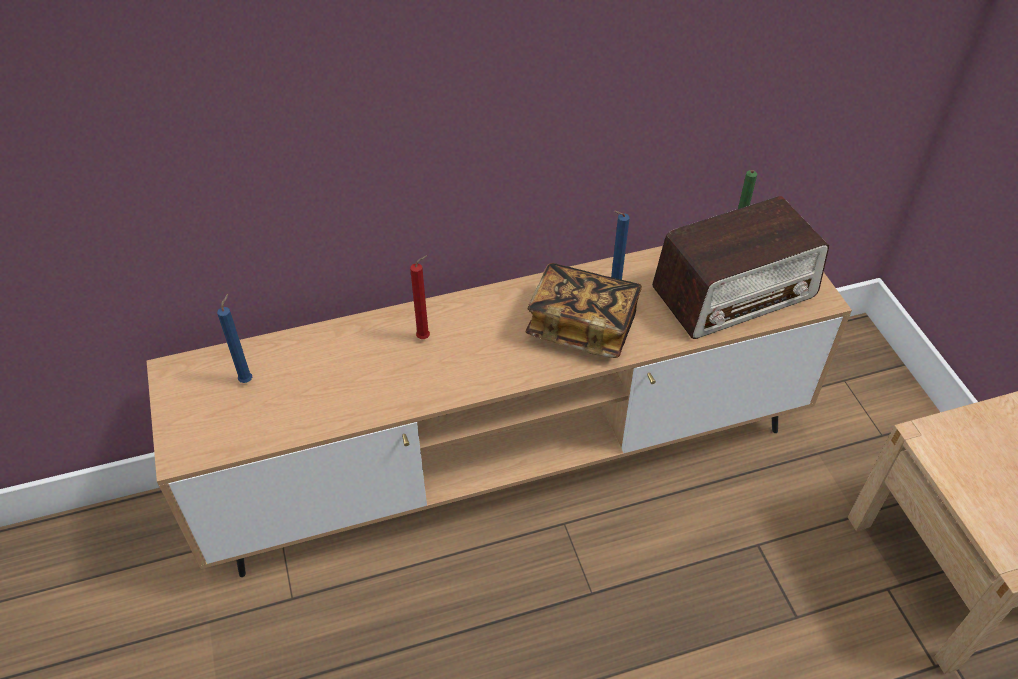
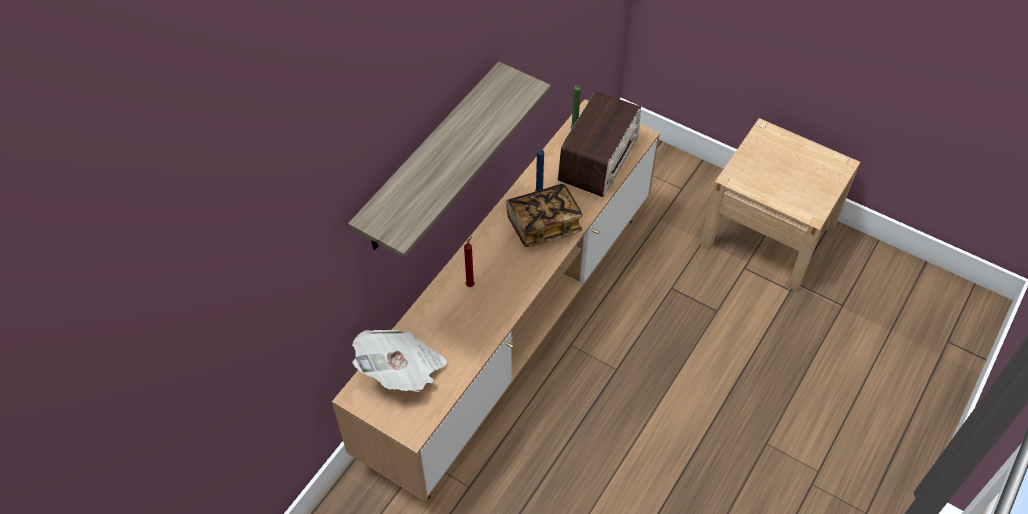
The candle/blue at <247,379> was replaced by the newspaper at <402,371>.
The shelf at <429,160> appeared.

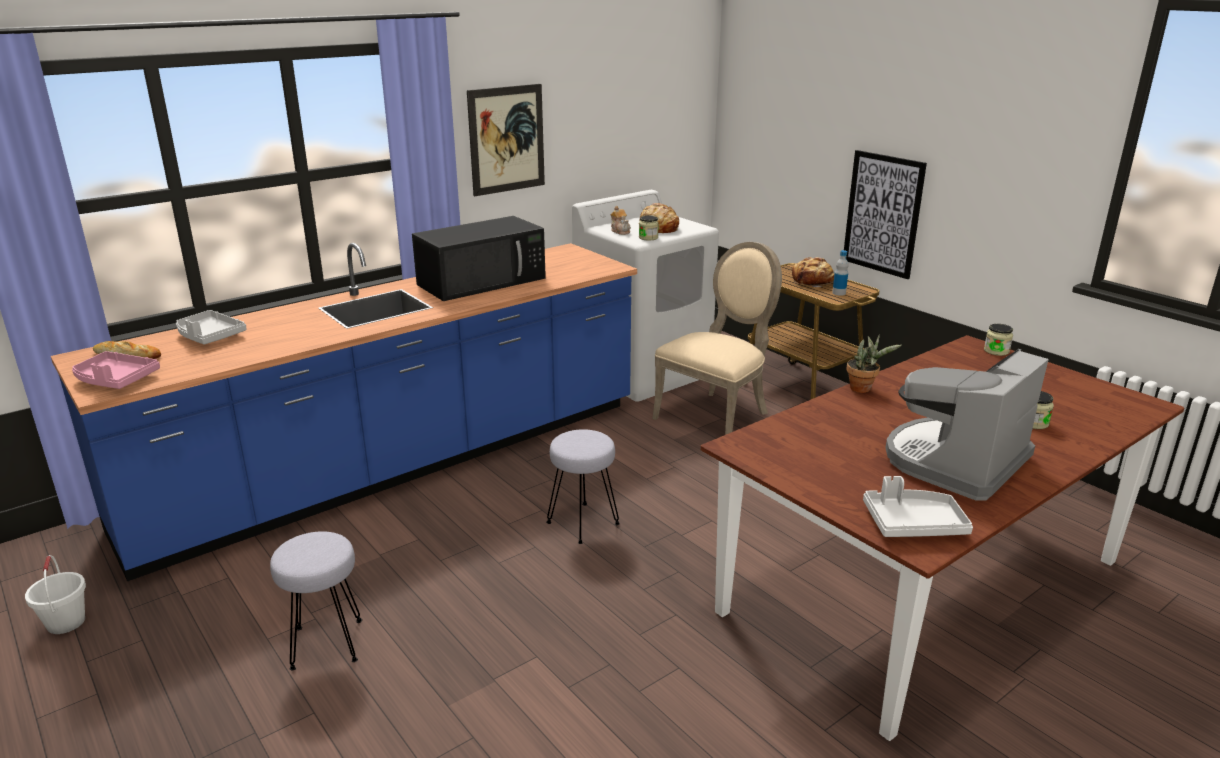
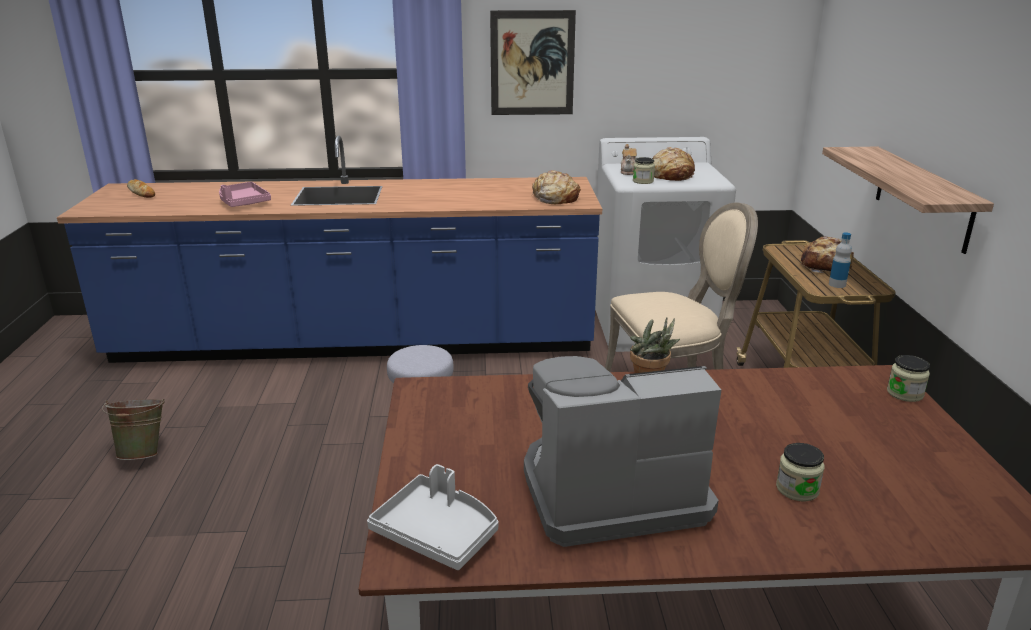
The bucket/white at <65,622> disappeared.
The tray/pink moved from <115,380> to <243,202>.
The tray/grey at <209,336> disappeared.
The stool/grey at <327,643> was replaced by the bucket/green at <144,453>.
The microwave/black at <483,281> disappeared.
The picture at <883,214> was replaced by the shelf at <923,197>.
The bread at <554,198> appeared.

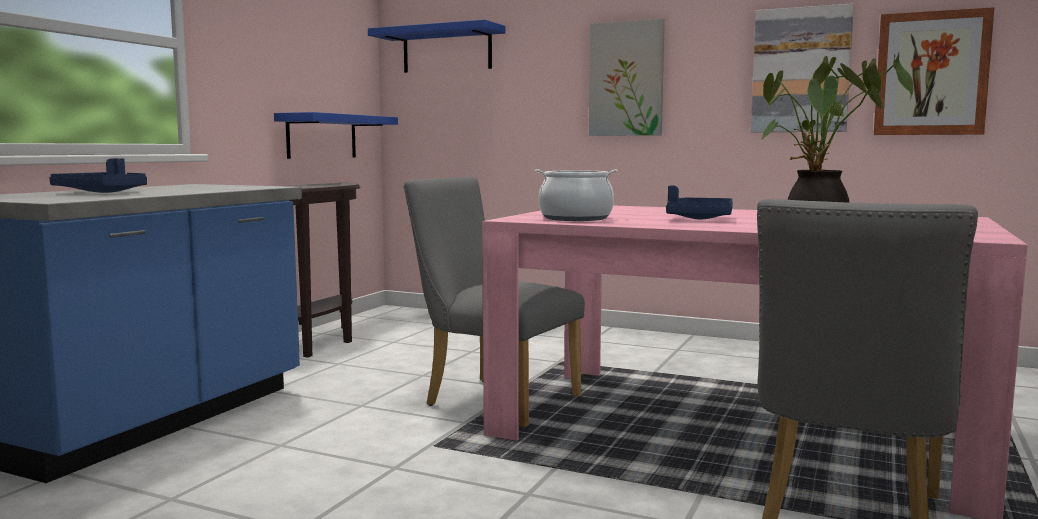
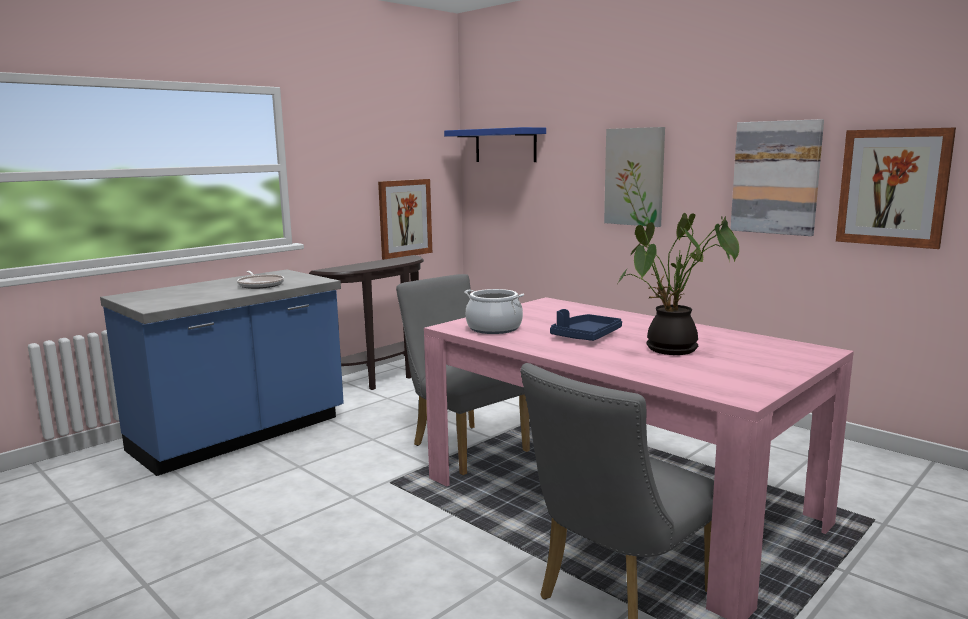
The tray/blue at <104,192> disappeared.
The shelf/blue at <322,136> was replaced by the picture at <405,218>.
The frying pan at <260,285> appeared.

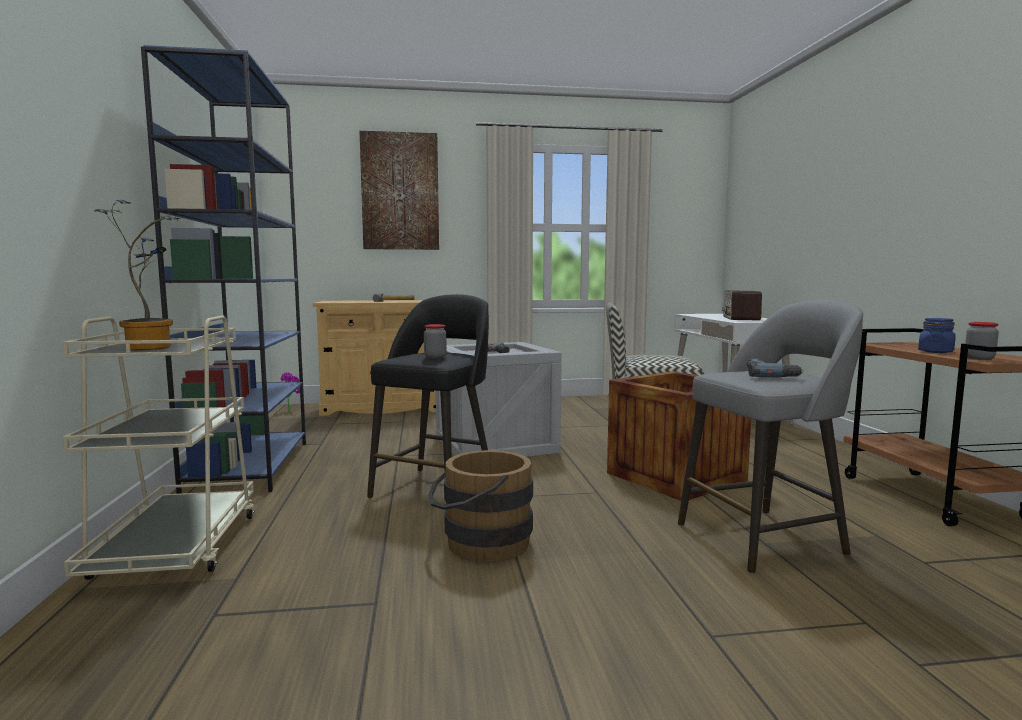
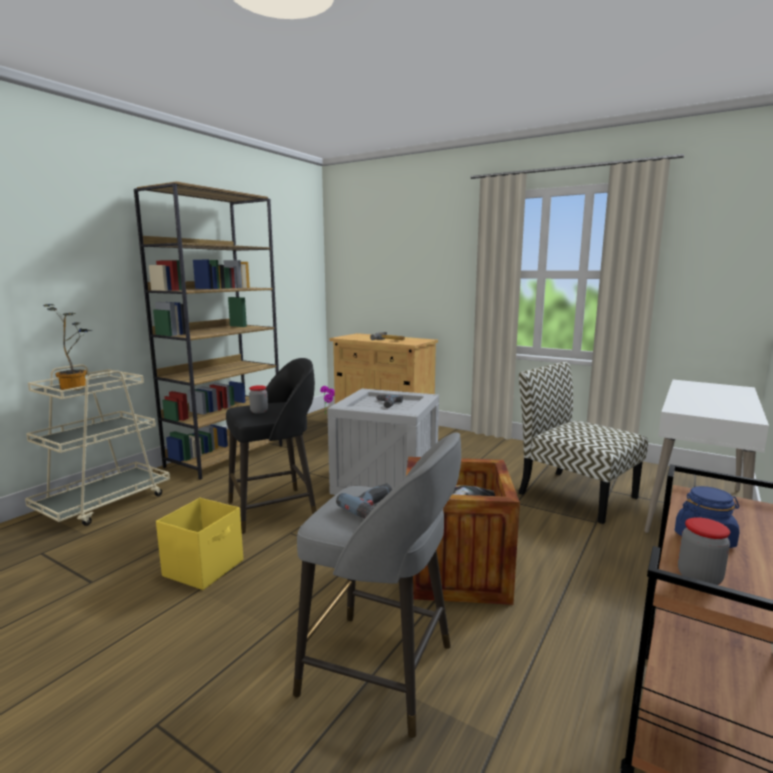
The bookcase/blue at <249,466> became the bookcase/brown at <226,456>.
The picture at <400,191> disappeared.
The bucket/brown at <480,545> was replaced by the storage box/yellow at <205,568>.
The radio at <741,318> disappeared.

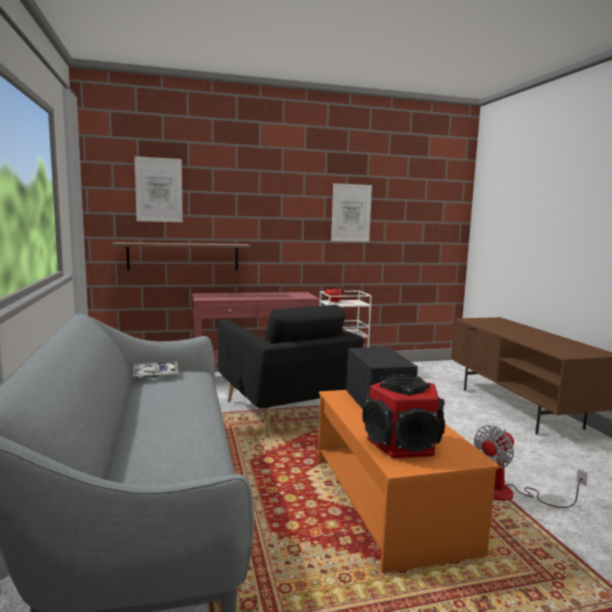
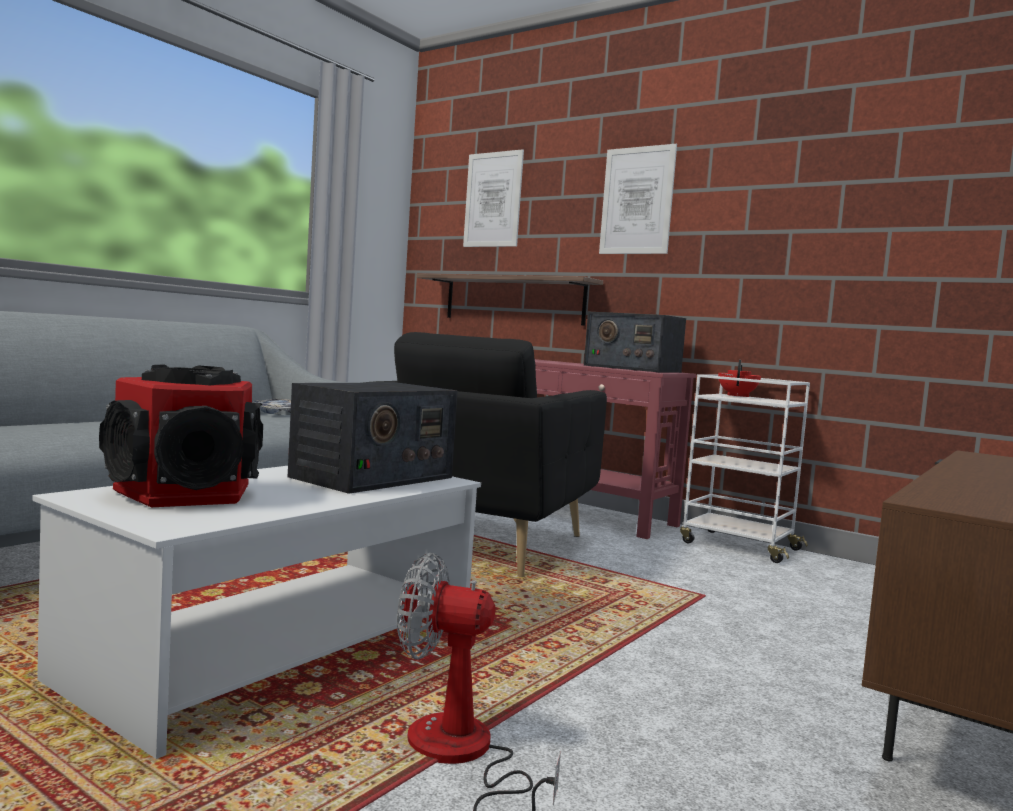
The coffee table/orange at <388,501> became the coffee table/white at <280,652>.
The picture moved from <351,213> to <637,200>.
The radio at <631,369> appeared.

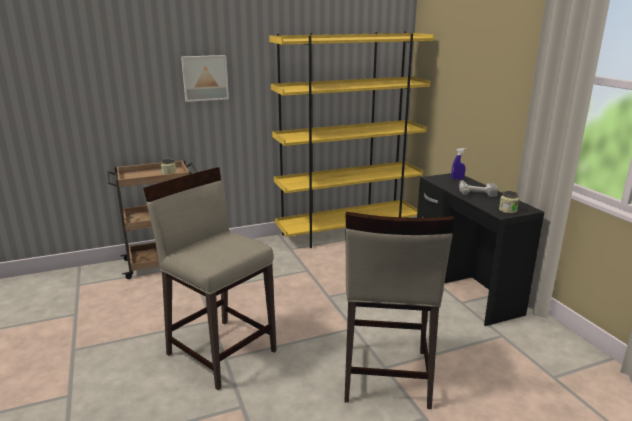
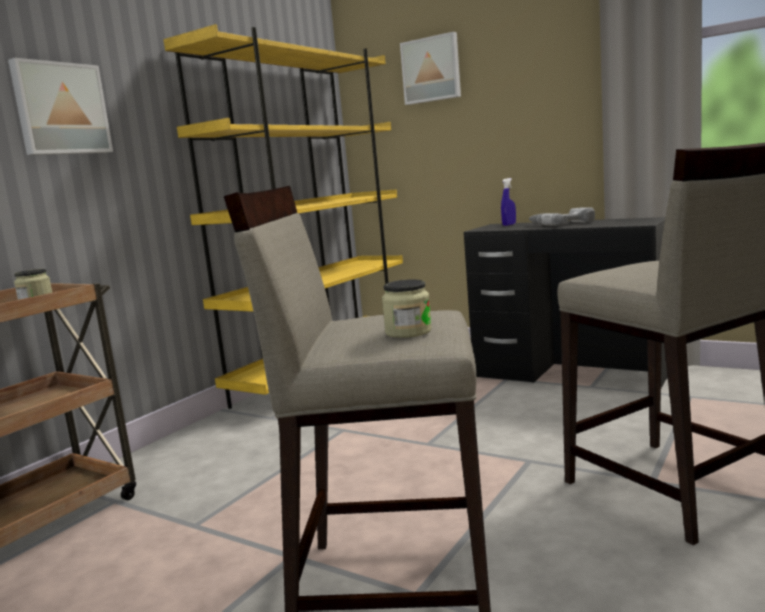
The jar moved from <507,210> to <408,332>.
The picture at <431,69> appeared.

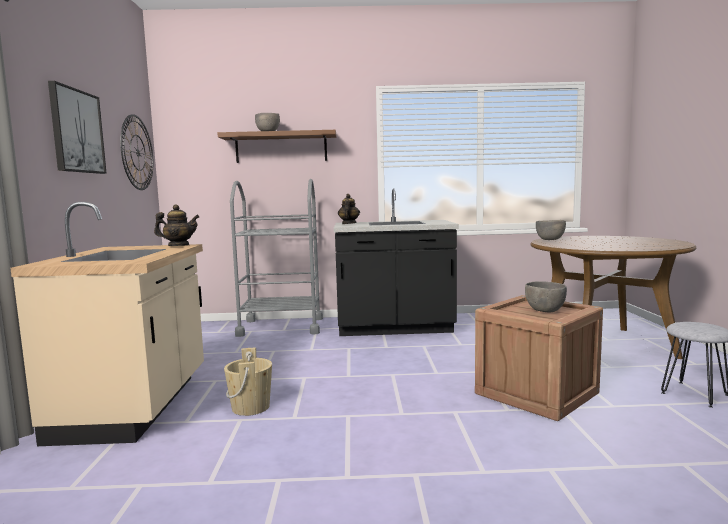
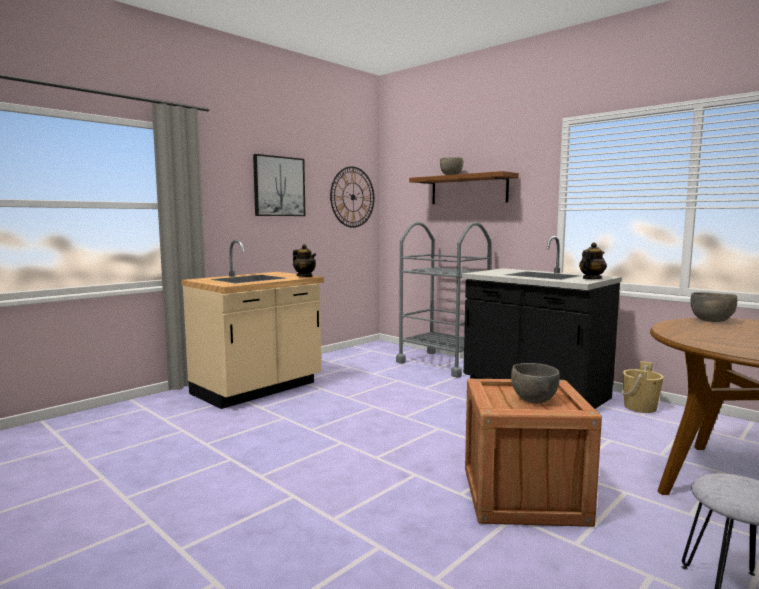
The bucket/beige moved from <250,407> to <640,407>.
The teapot moved from <348,223> to <591,279>.

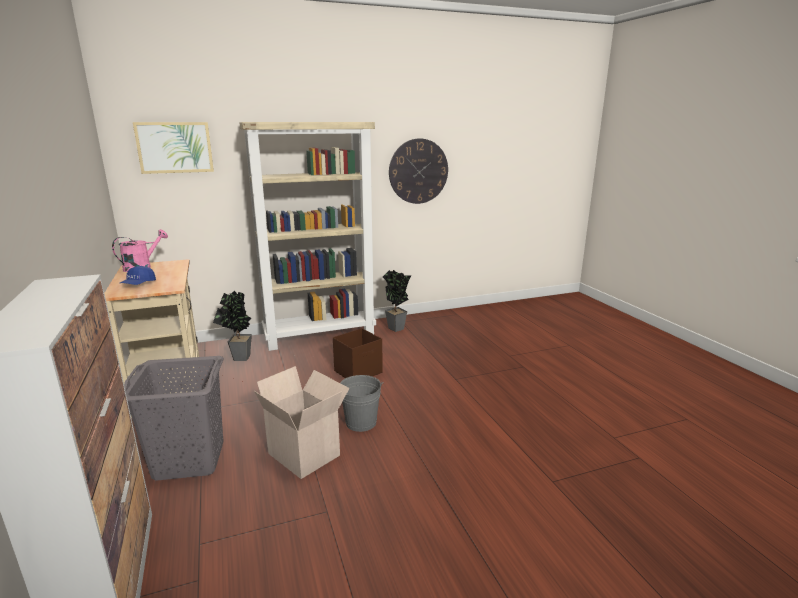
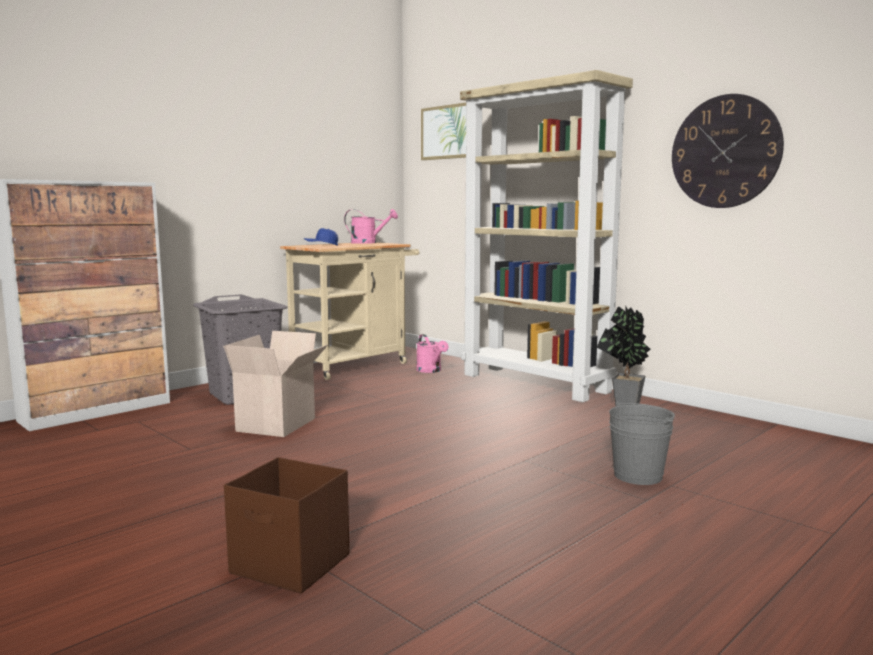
The potted plant at <239,359> was replaced by the watering can/pink at <431,371>.
The storage box/brown moved from <359,372> to <291,565>.
The bucket/grey moved from <361,422> to <638,475>.

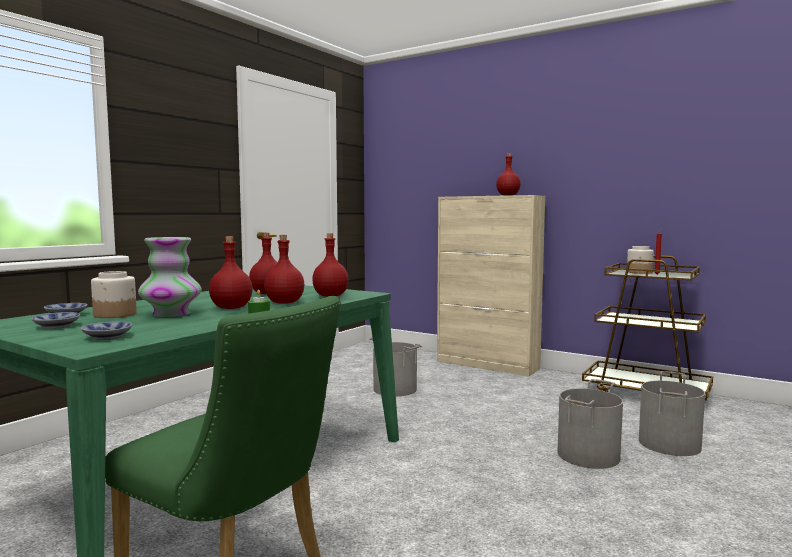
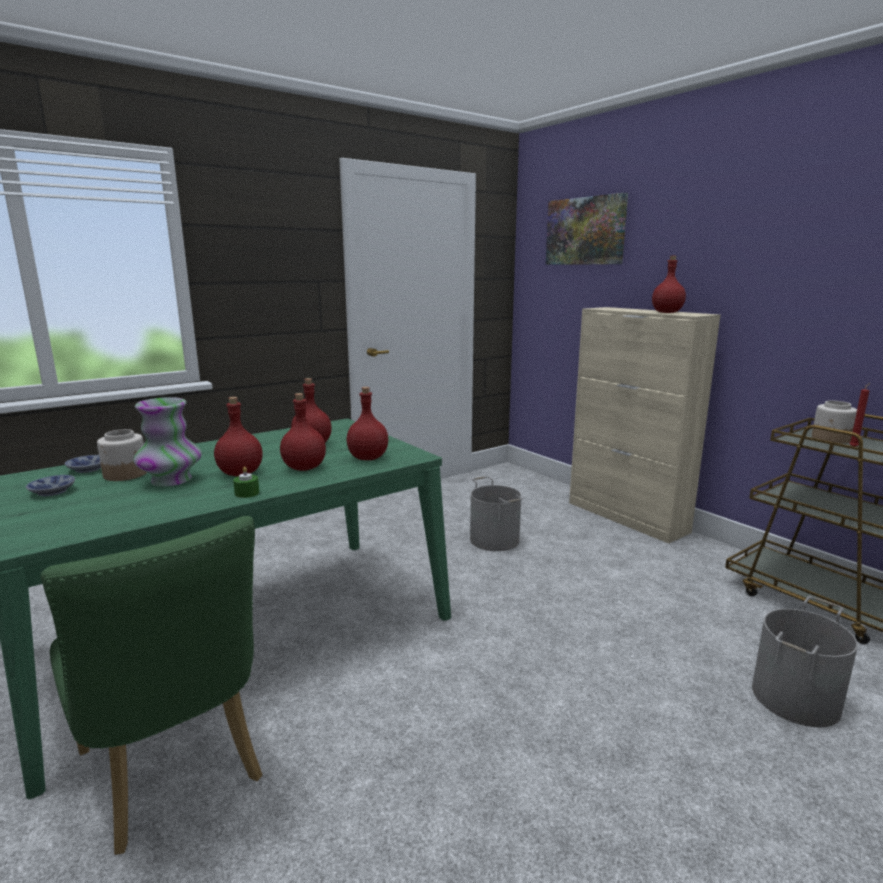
The bowl at <106,337> disappeared.
The bucket/grey at <589,455> disappeared.
The picture at <585,231> appeared.

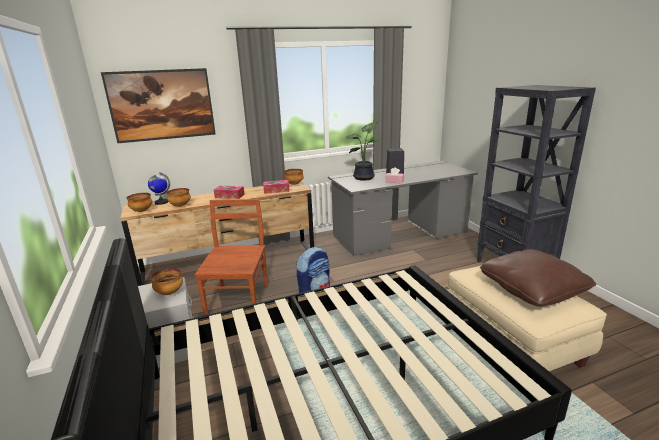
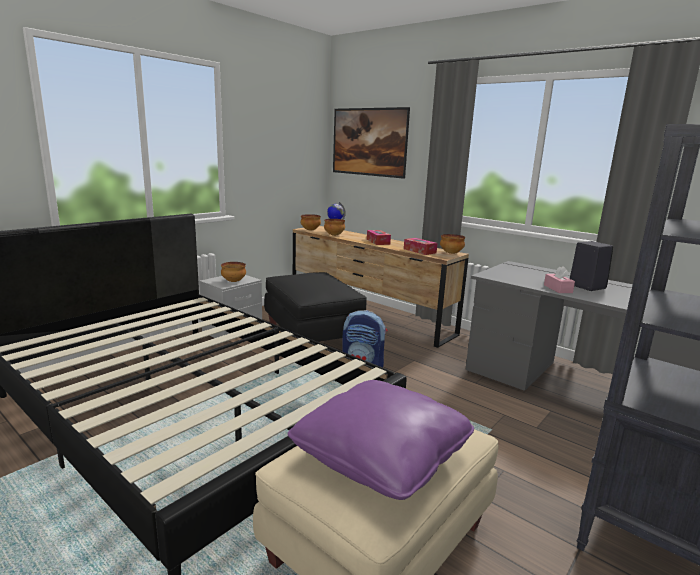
The chair/brown at <239,300> was replaced by the ottoman/black at <313,335>.
The potted plant at <365,178> disappeared.
The pillow/brown at <532,289> became the pillow/purple at <381,456>.

